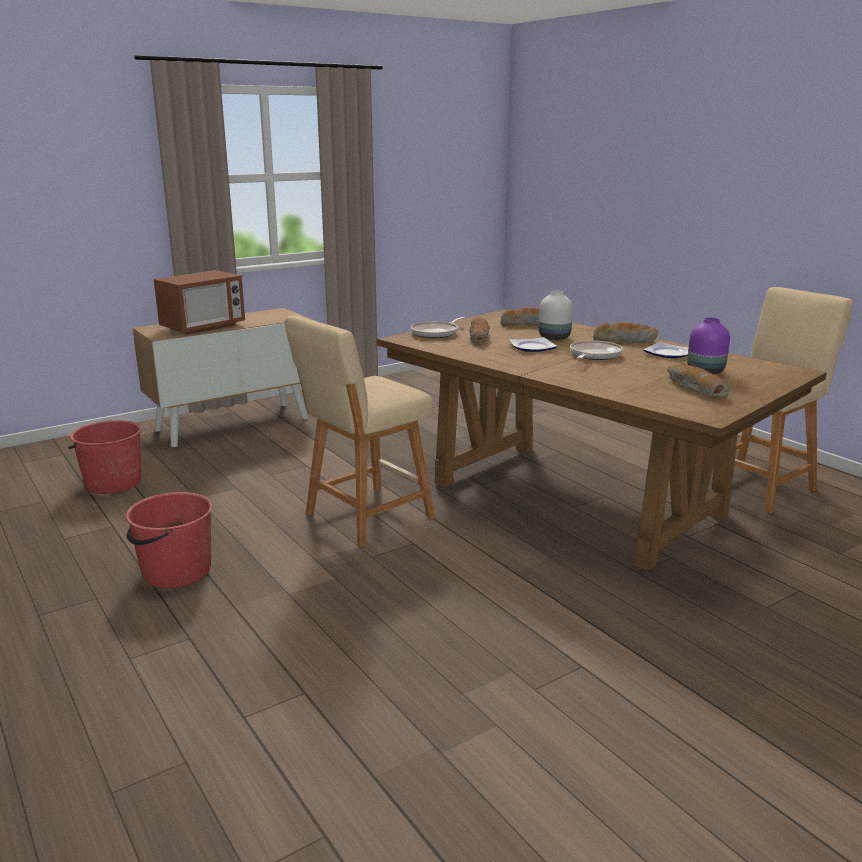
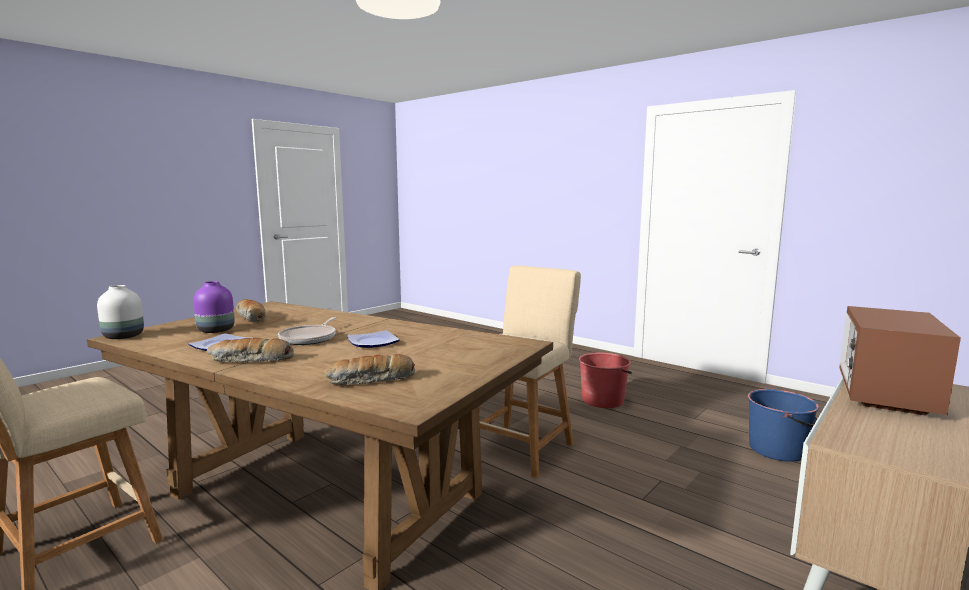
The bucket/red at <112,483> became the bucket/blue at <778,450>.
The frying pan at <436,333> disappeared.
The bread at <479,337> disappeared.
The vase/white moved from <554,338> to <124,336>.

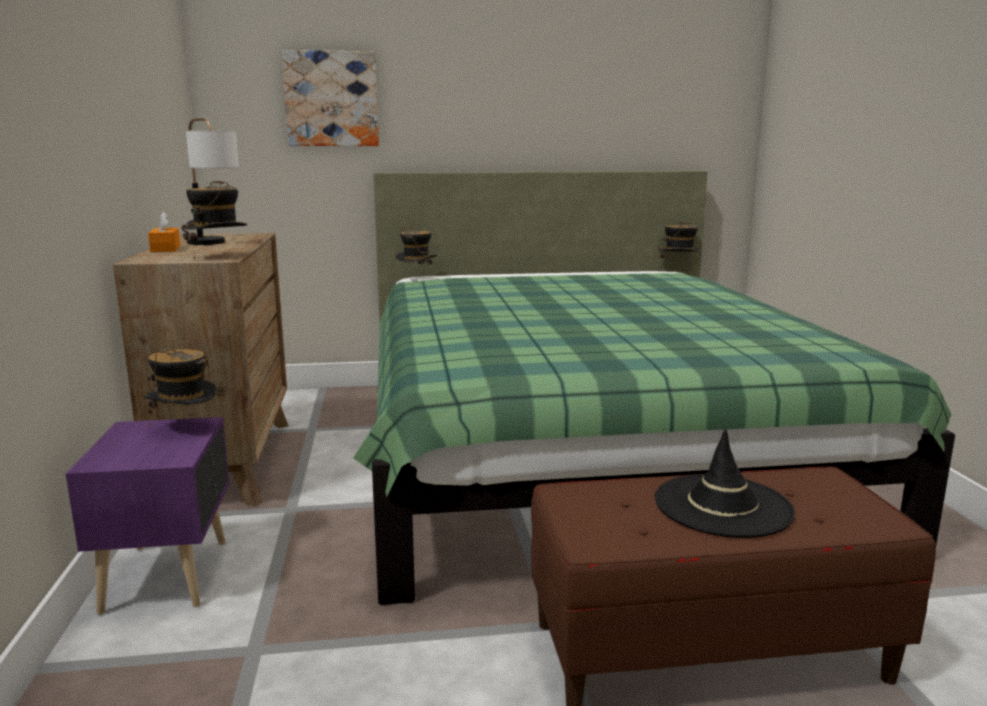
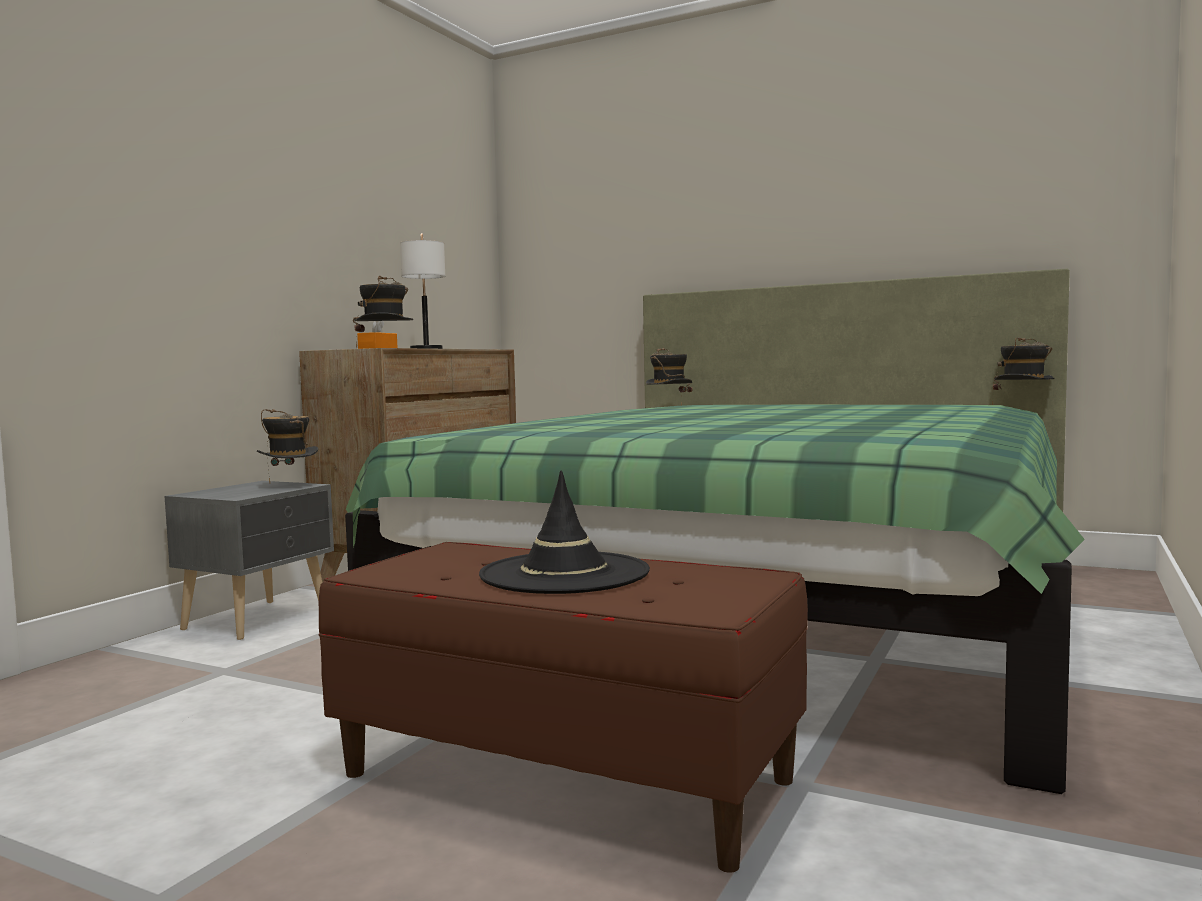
The nightstand/purple at <170,574> became the nightstand/grey at <260,619>.
The picture at <331,99> disappeared.

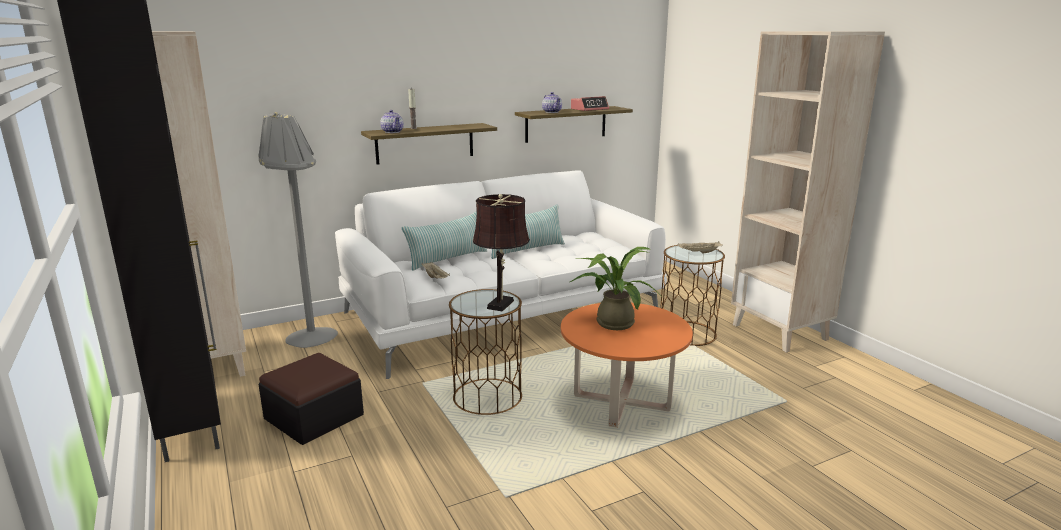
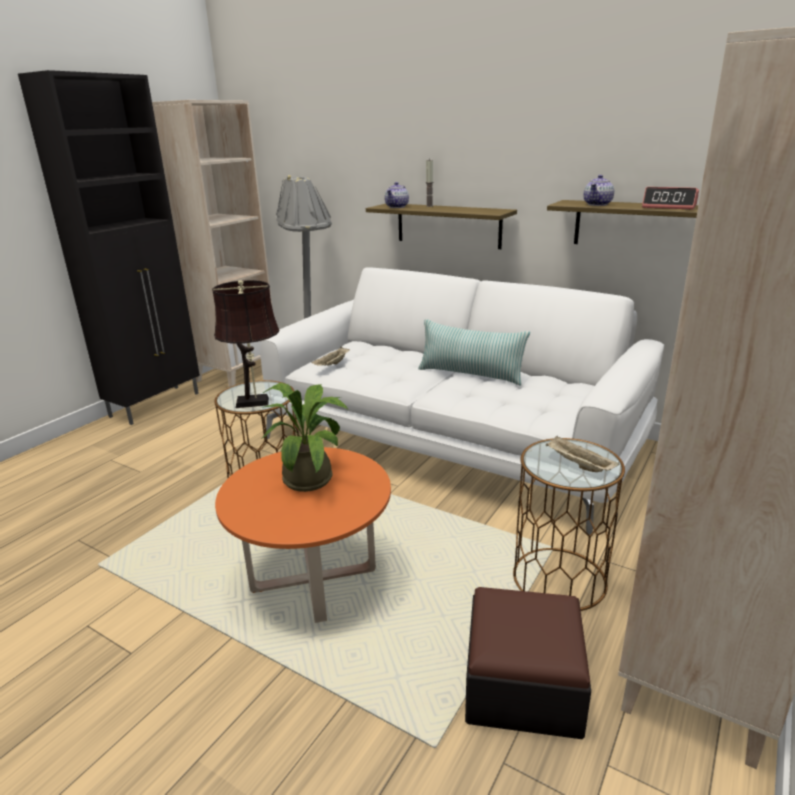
The ottoman moved from <314,417> to <522,684>.
The pillow at <447,259> disappeared.

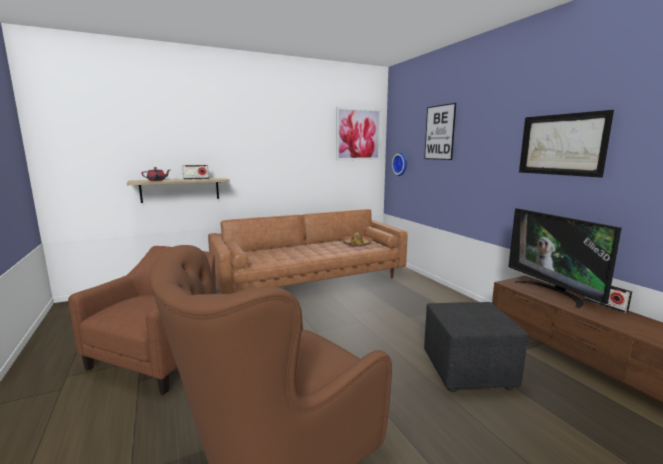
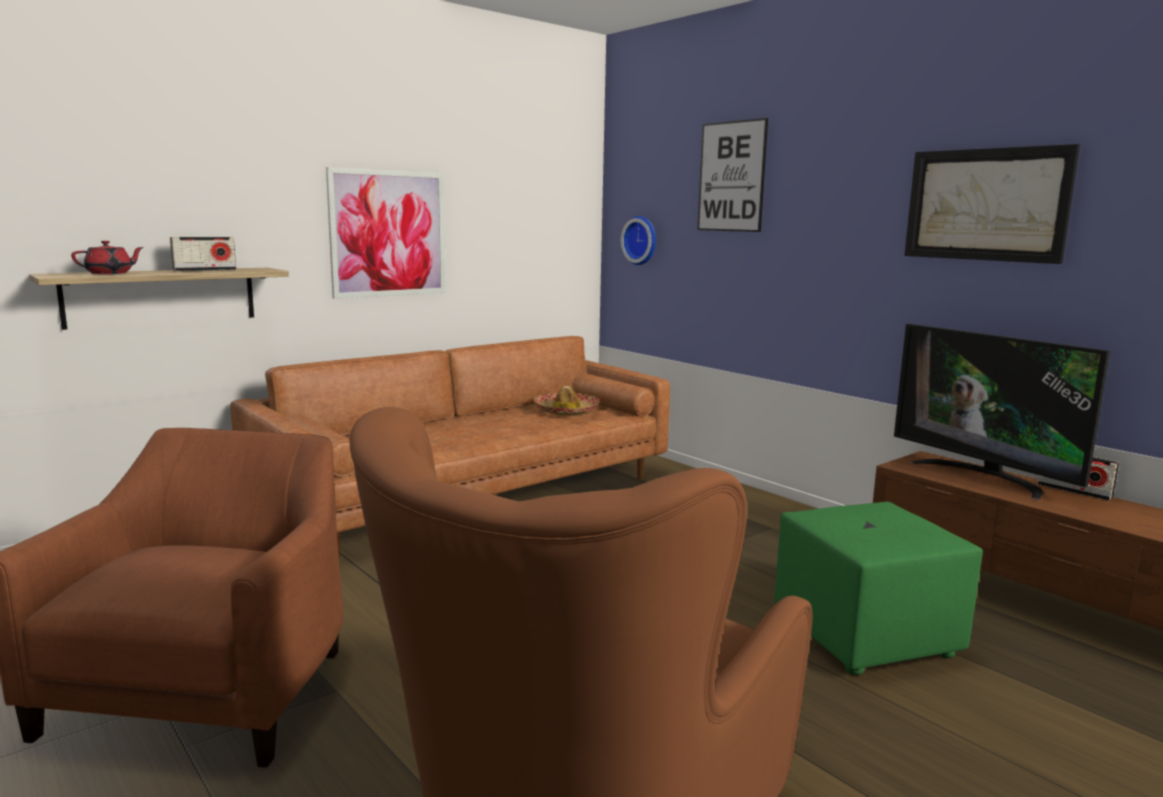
The picture moved from <358,134> to <388,233>.
The ottoman/black at <469,372> became the ottoman/green at <867,636>.

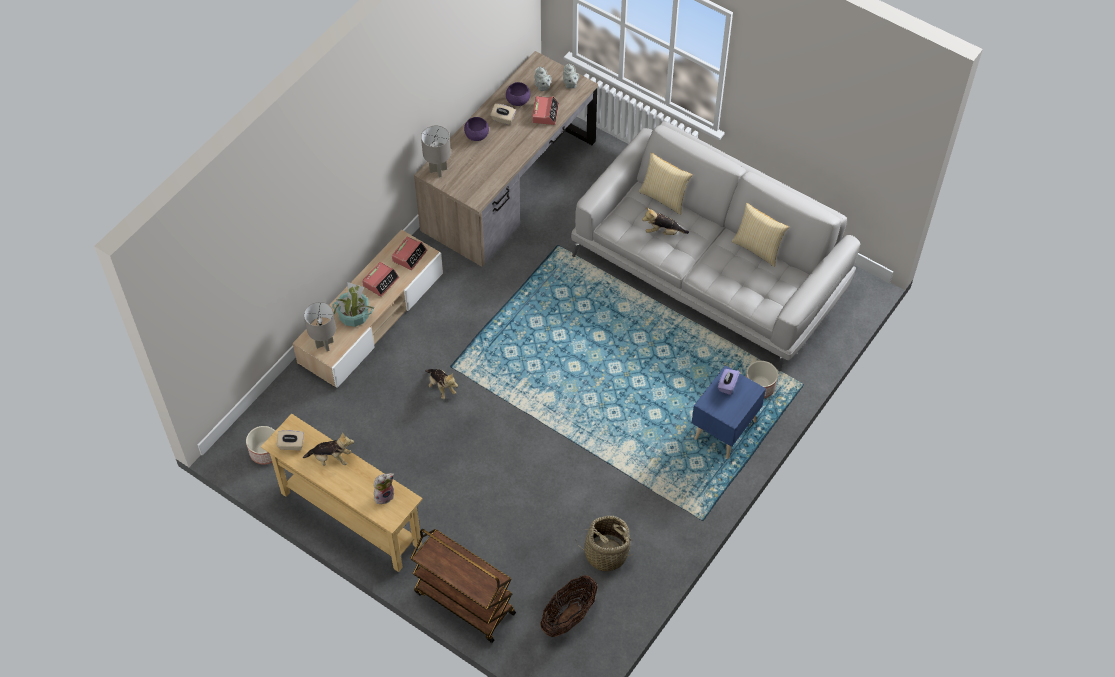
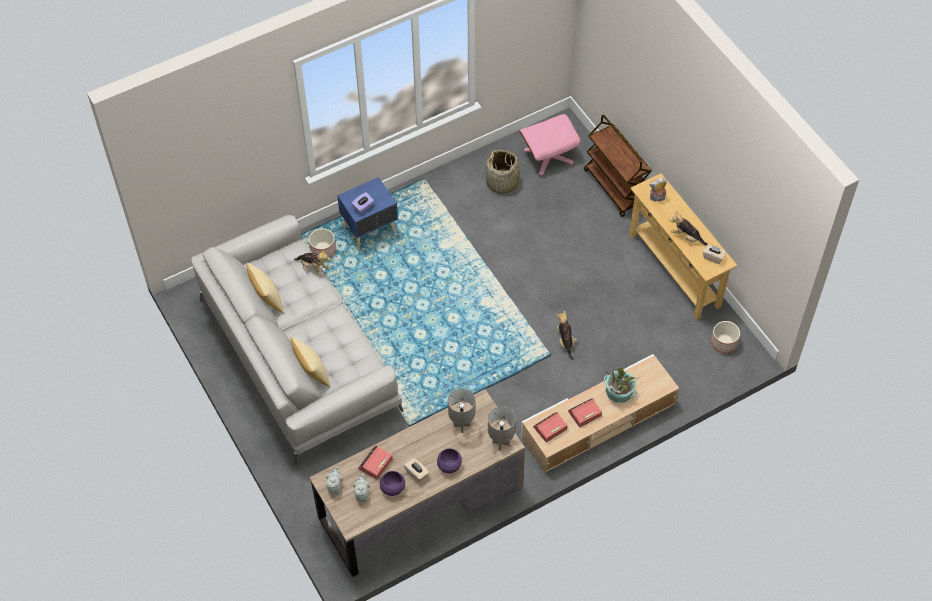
The table lamp/grey moved from <325,344> to <461,425>.
The basket at <568,616> was replaced by the ottoman/pink at <548,156>.
The plush toy moved from <663,232> to <313,267>.

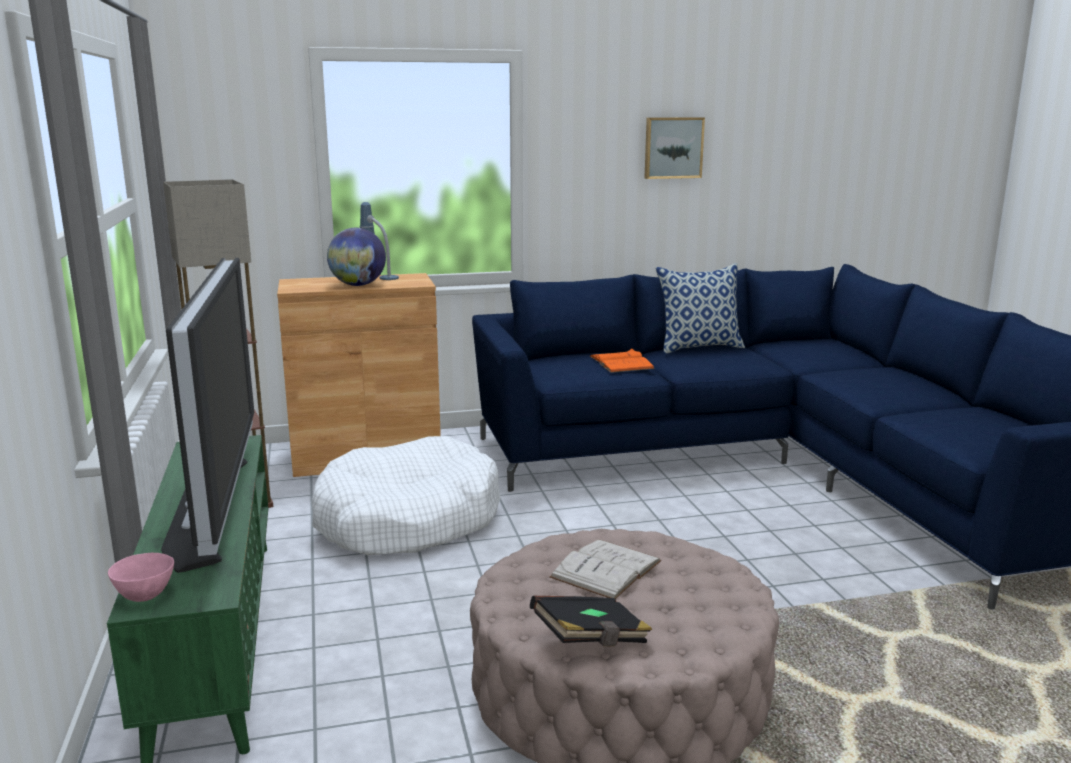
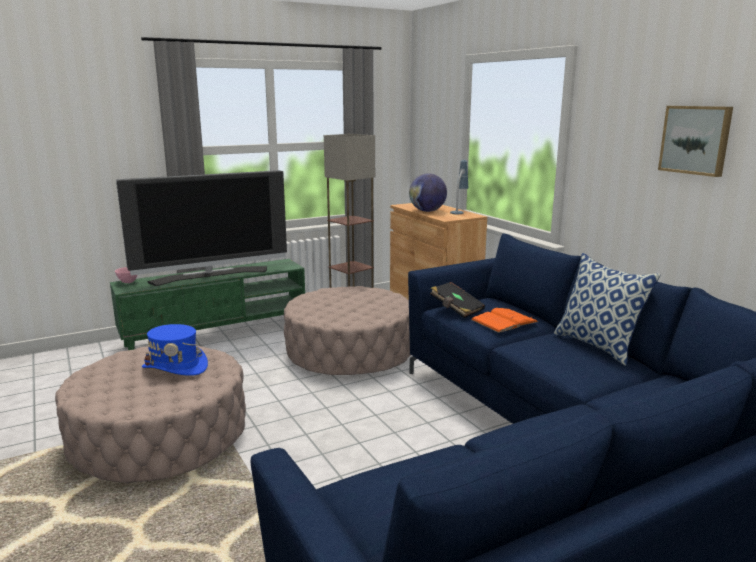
The dog bed/white at <407,519> was replaced by the ottoman/beige at <350,351>.
The book/black moved from <591,640> to <456,309>.
The book/white at <606,569> was replaced by the hat/blue at <175,367>.

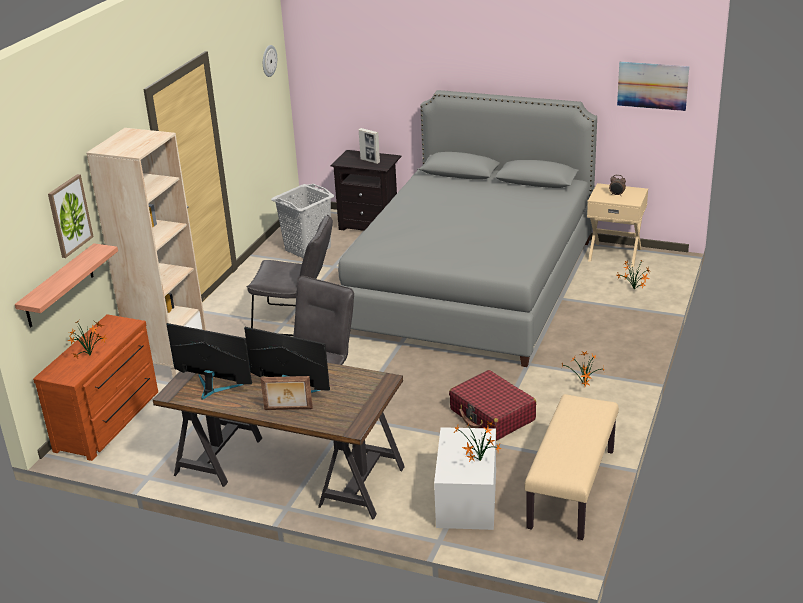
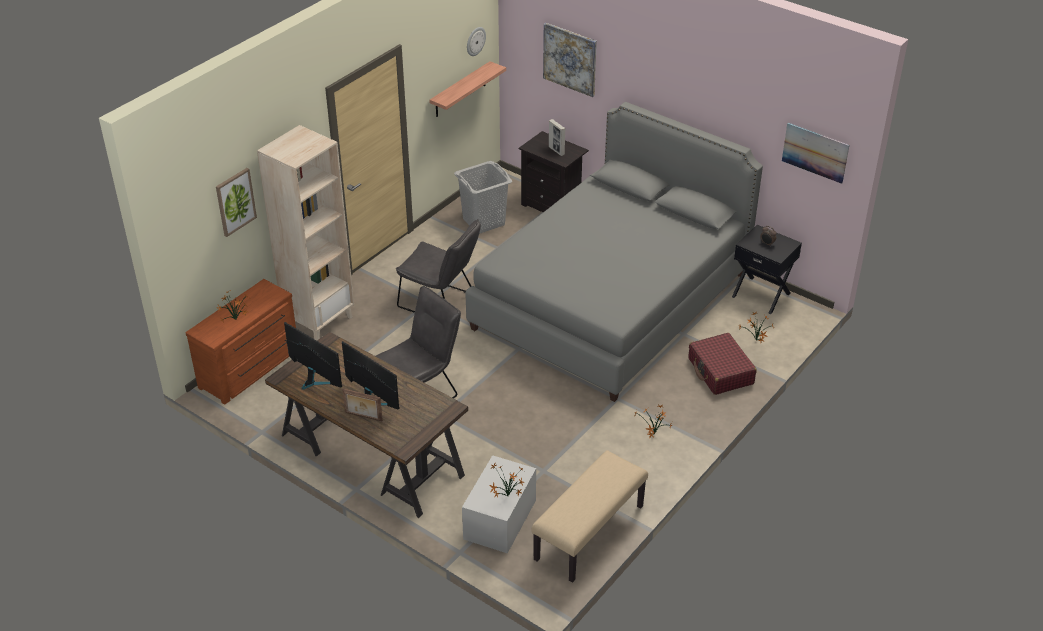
The shelf moved from <59,286> to <460,90>.
The suitcase/red moved from <492,415> to <720,371>.
The nightstand/beige at <615,254> became the nightstand/black at <761,294>.
The picture at <570,59> appeared.

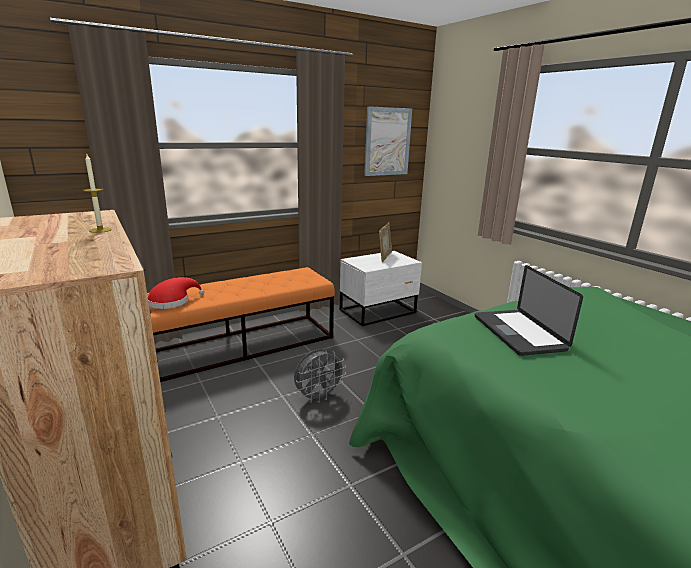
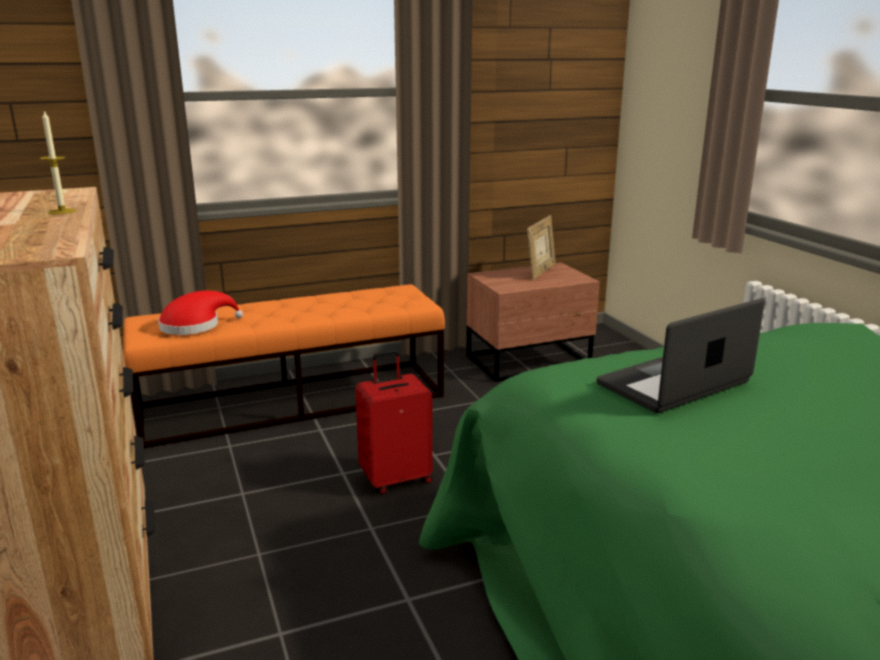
The fan/grey at <318,397> was replaced by the suitcase/red at <395,479>.
The nightstand/white at <379,312> became the nightstand/brown at <530,361>.
The picture at <387,142> disappeared.
The laptop at <518,333> turned 60 degrees clockwise.

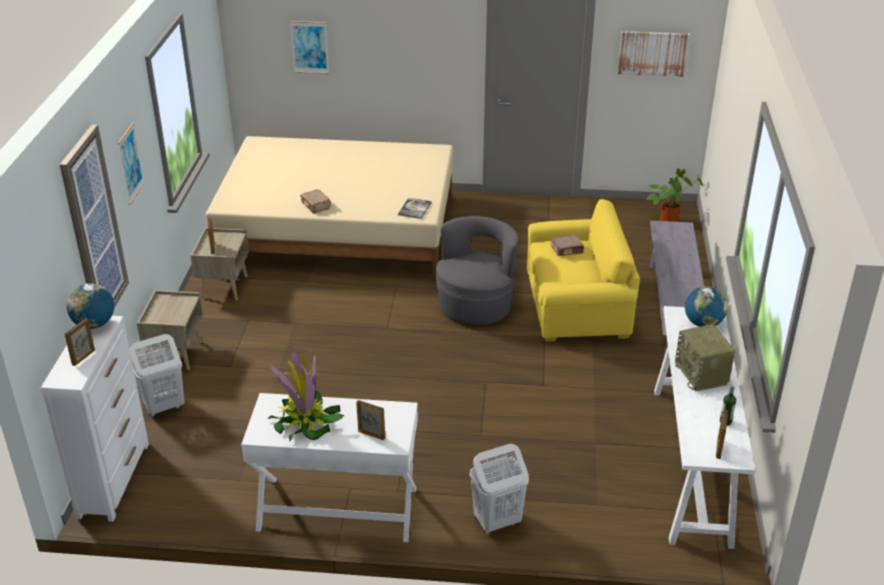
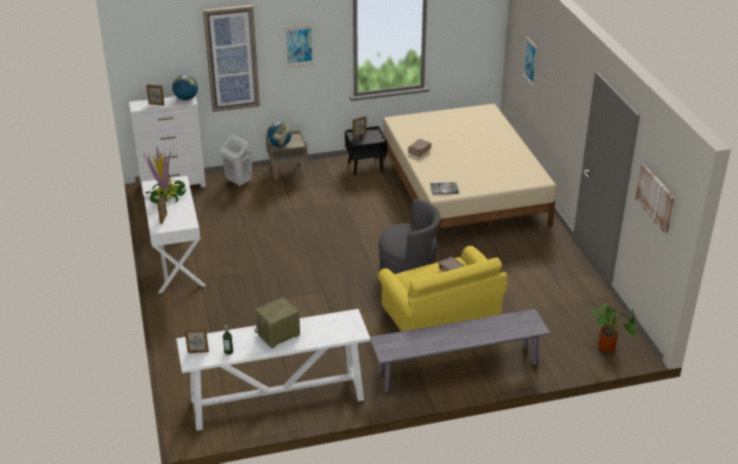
The nightstand/beige at <224,287> became the nightstand/black at <366,166>.
The laundry basket/white at <496,521> disappeared.
The globe moved from <703,323> to <279,144>.

